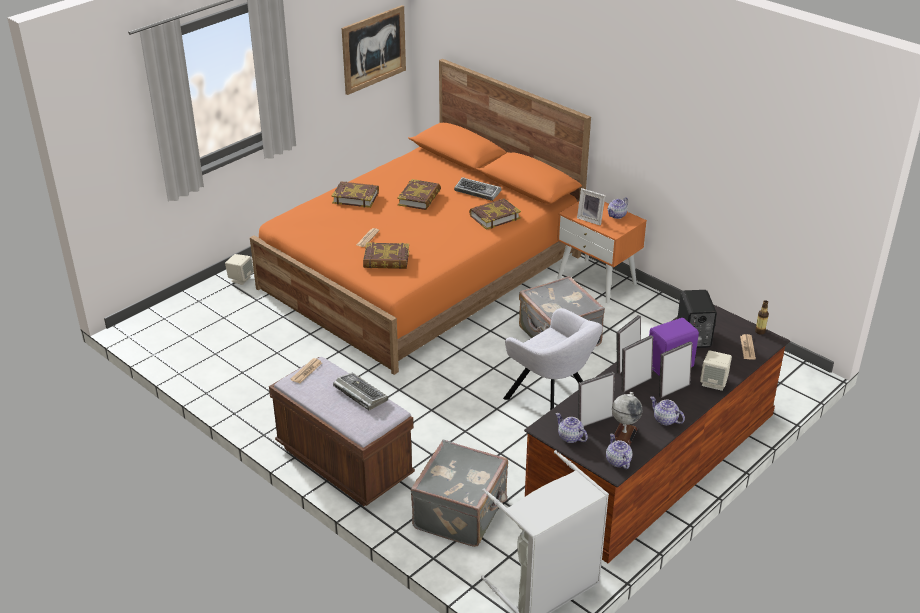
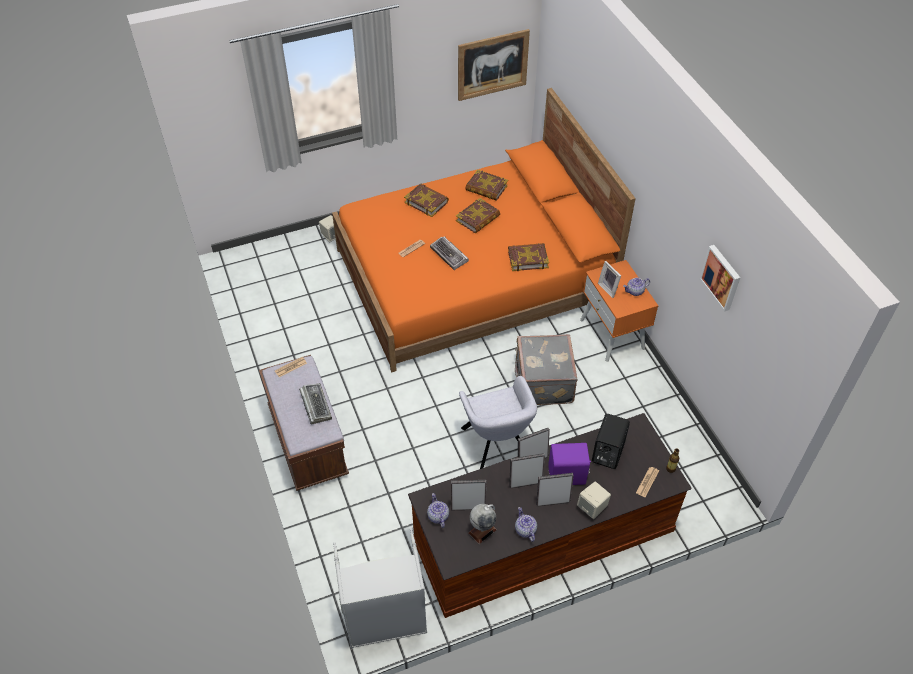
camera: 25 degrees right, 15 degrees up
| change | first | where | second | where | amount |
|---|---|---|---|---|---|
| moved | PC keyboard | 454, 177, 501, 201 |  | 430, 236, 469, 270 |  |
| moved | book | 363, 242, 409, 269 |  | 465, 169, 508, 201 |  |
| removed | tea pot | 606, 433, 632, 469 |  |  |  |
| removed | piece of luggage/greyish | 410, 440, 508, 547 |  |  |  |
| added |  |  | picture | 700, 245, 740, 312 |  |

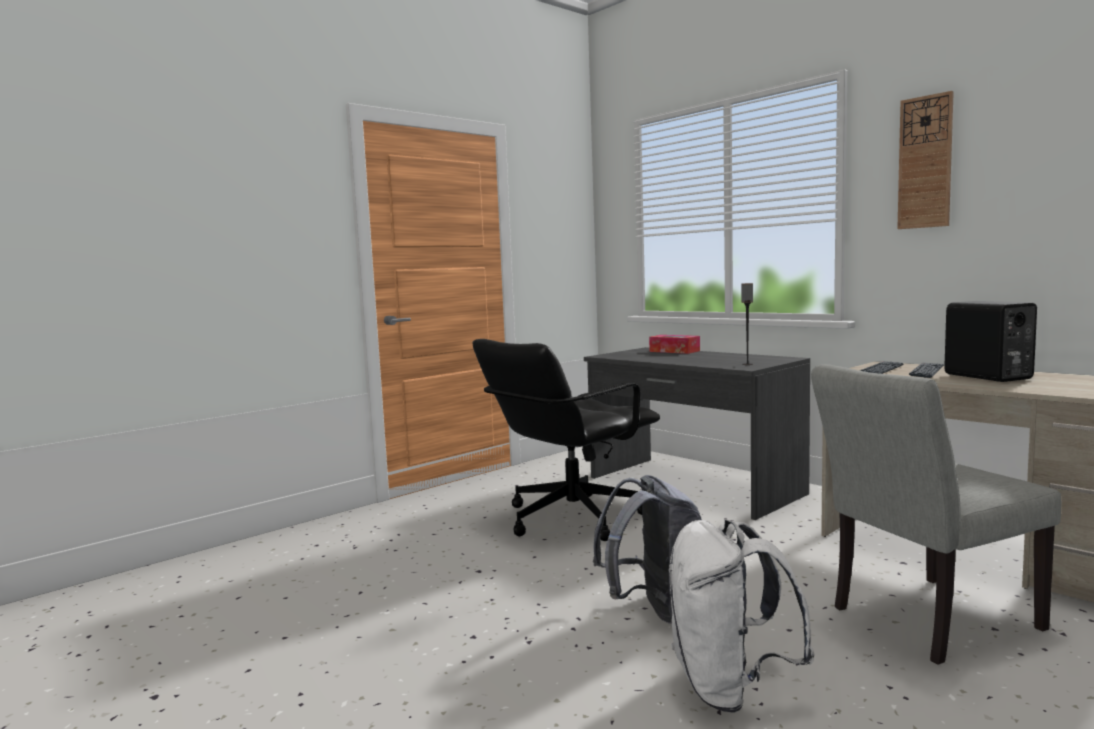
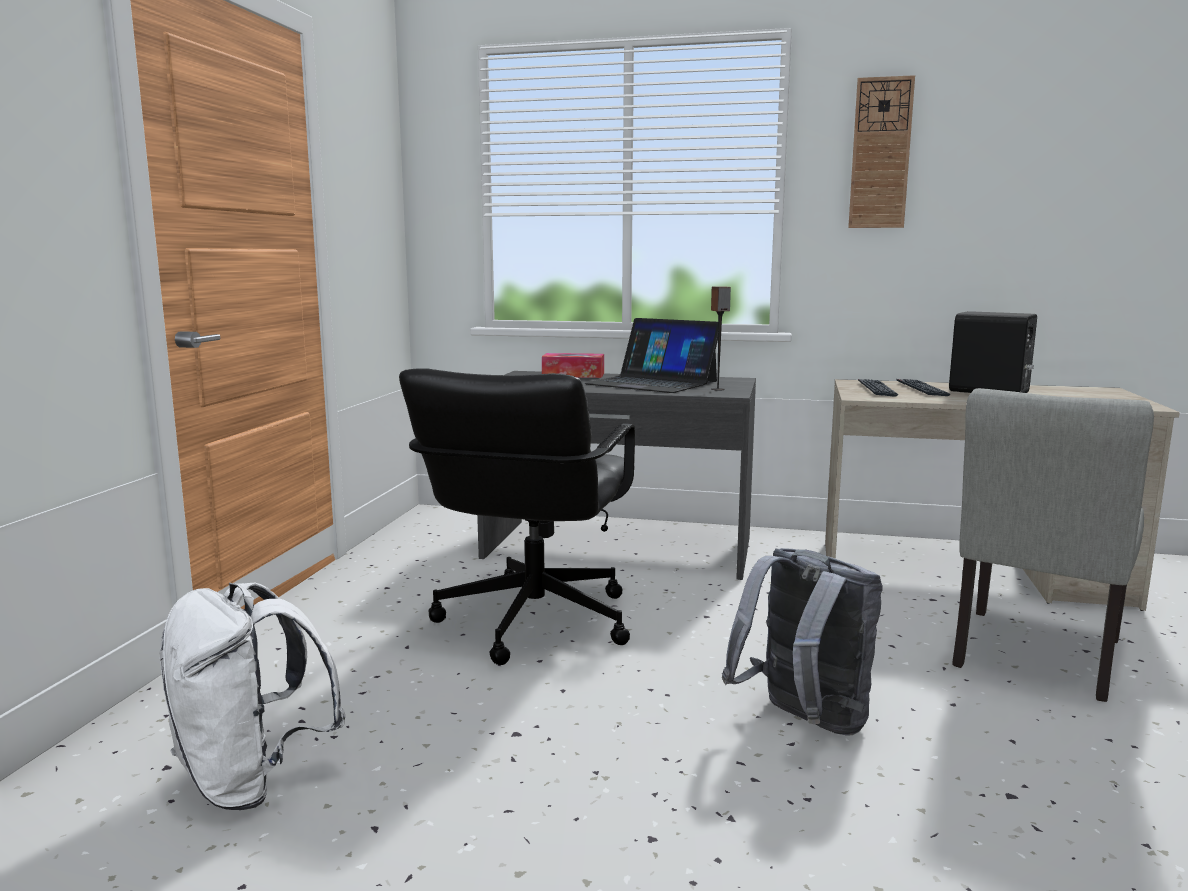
camera: 35 degrees left, 5 degrees up
| change | first | where | second | where | amount |
|---|---|---|---|---|---|
| moved | knapsack/white | 669, 519, 814, 713 |  | 159, 583, 346, 810 |  |
| added |  |  | portable computer | 584, 318, 718, 393 |  |

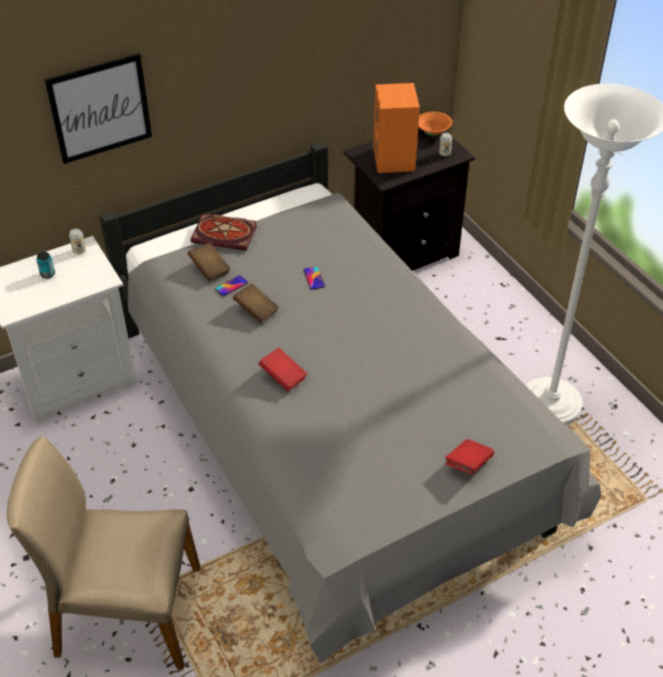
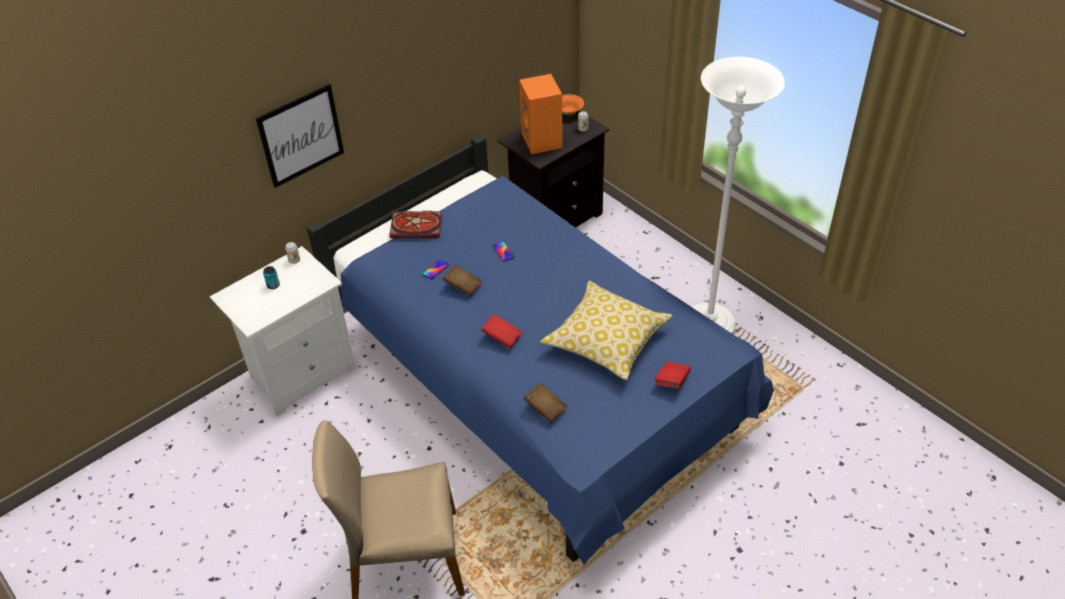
camera: 10 degrees left, 0 degrees up
| change | first | where | second | where | amount |
|---|---|---|---|---|---|
| recoloured | sleeping bed/greyish | 100, 142, 601, 663 | sleeping bed/blue | 307, 135, 774, 564 |  |
| moved | book/brown | 188, 243, 230, 281 |  | 524, 383, 568, 423 |  |
| added |  |  | pillow | 540, 281, 673, 380 |  |

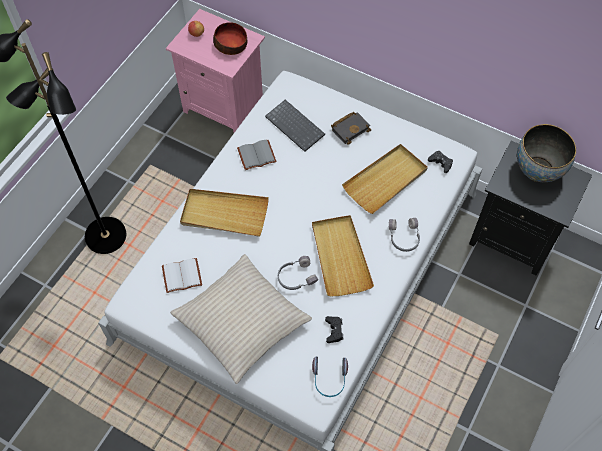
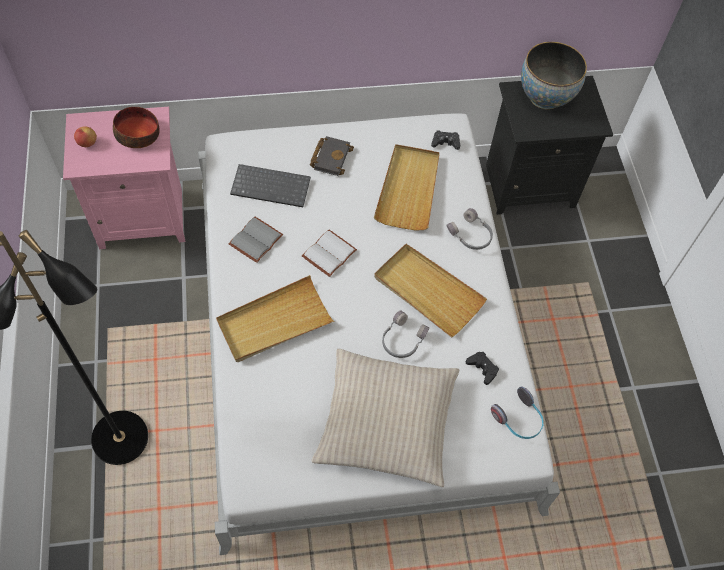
camera: 40 degrees left, 0 degrees up
| change | first | where | second | where | amount |
|---|---|---|---|---|---|
| moved | book/white | 162, 258, 202, 293 |  | 302, 230, 357, 277 |  |

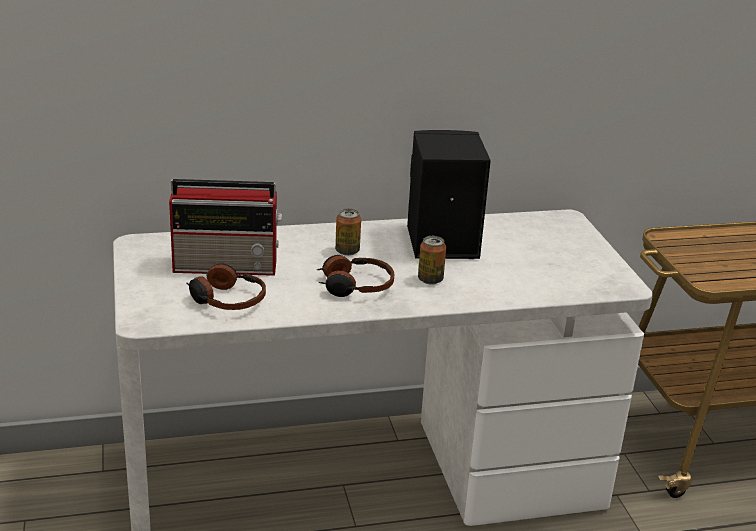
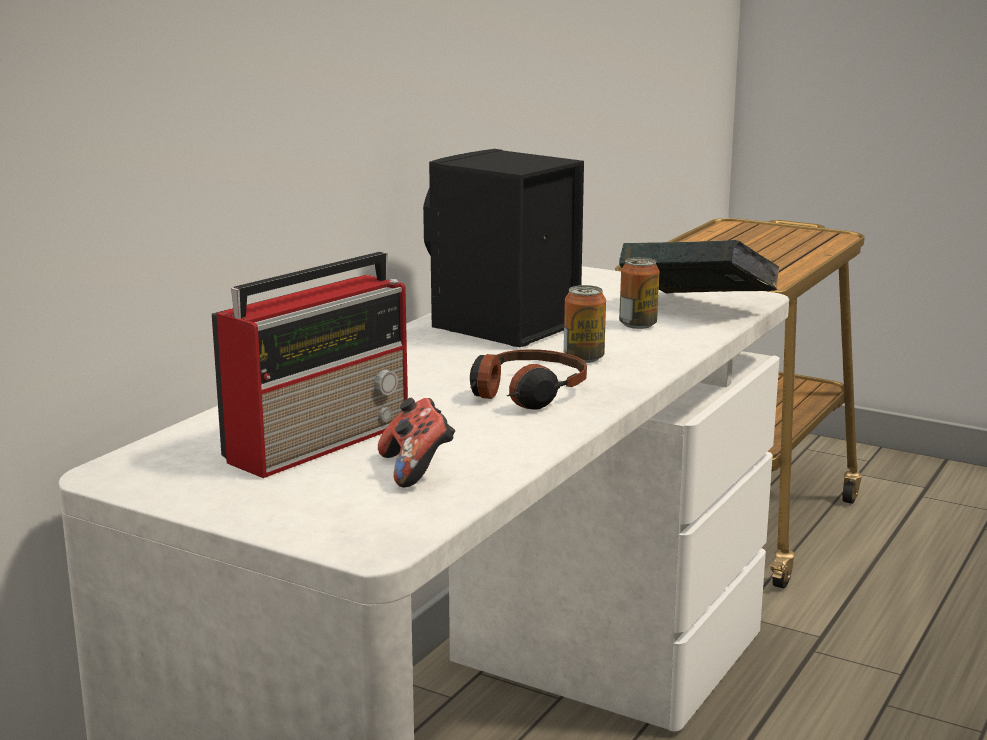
camera: 45 degrees left, 10 degrees down
| change | first | where | second | where | amount |
|---|---|---|---|---|---|
| moved | metal can | 335, 209, 361, 256 |  | 619, 257, 659, 329 |  |
| replaced | headset | 186, 263, 266, 310 | game controller | 378, 398, 455, 487 |  |
| added |  |  | book | 619, 240, 780, 294 |  |

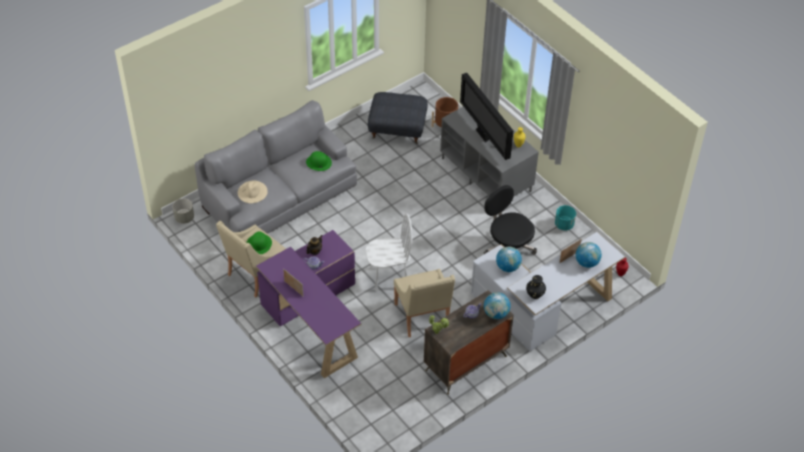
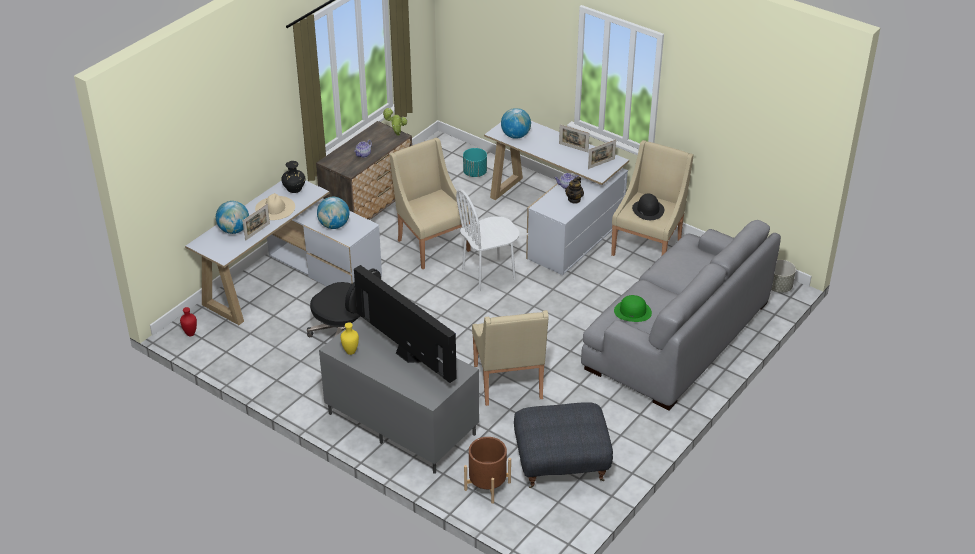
camera: 165 degrees right, 10 degrees down
| change | first | where | second | where | amount |
|---|---|---|---|---|---|
| moved | wearable hat/beige-coloured | 238, 181, 268, 203 |  | 255, 193, 295, 220 |  |
| moved | flower pot/turquoise-coloured | 555, 205, 576, 230 |  | 463, 148, 487, 177 |  |
| recoloured | desk/purple-coloured | 256, 230, 361, 378 | desk/white | 484, 121, 629, 275 |  |
| recoloured | wearable hat/green | 247, 232, 272, 254 | wearable hat/black-coloured | 632, 193, 664, 220 |  |
| moved | desk globe | 484, 292, 511, 319 |  | 501, 108, 531, 139 |  |
| added |  |  | standing frame | 588, 139, 616, 169 |  |
| added |  |  | easy chair/beige-coloured | 472, 310, 549, 406 |  |

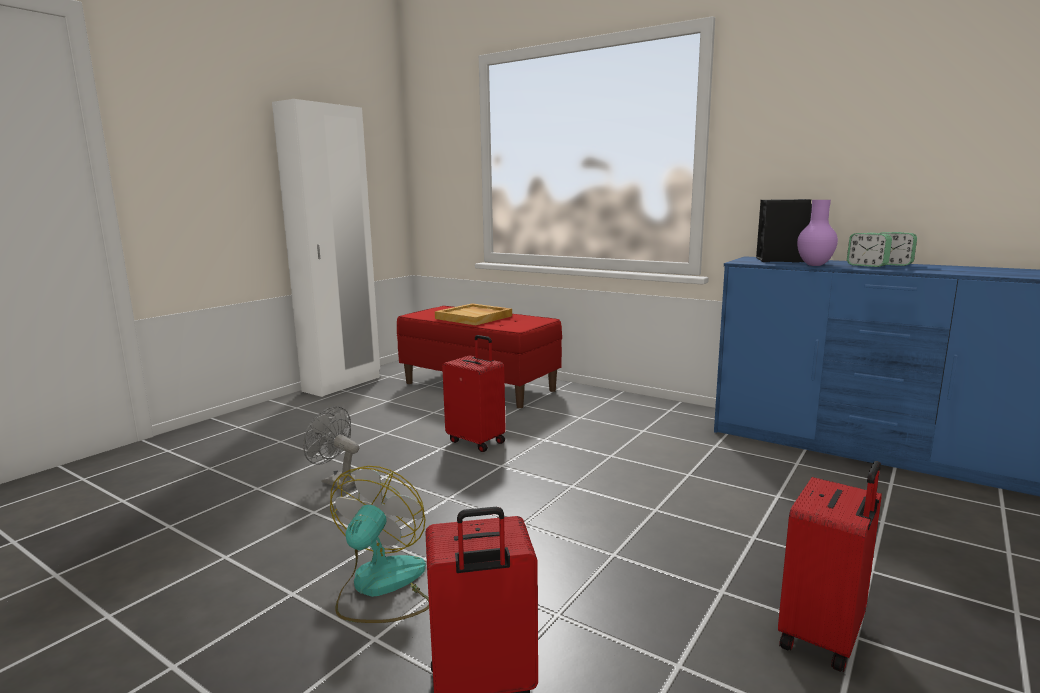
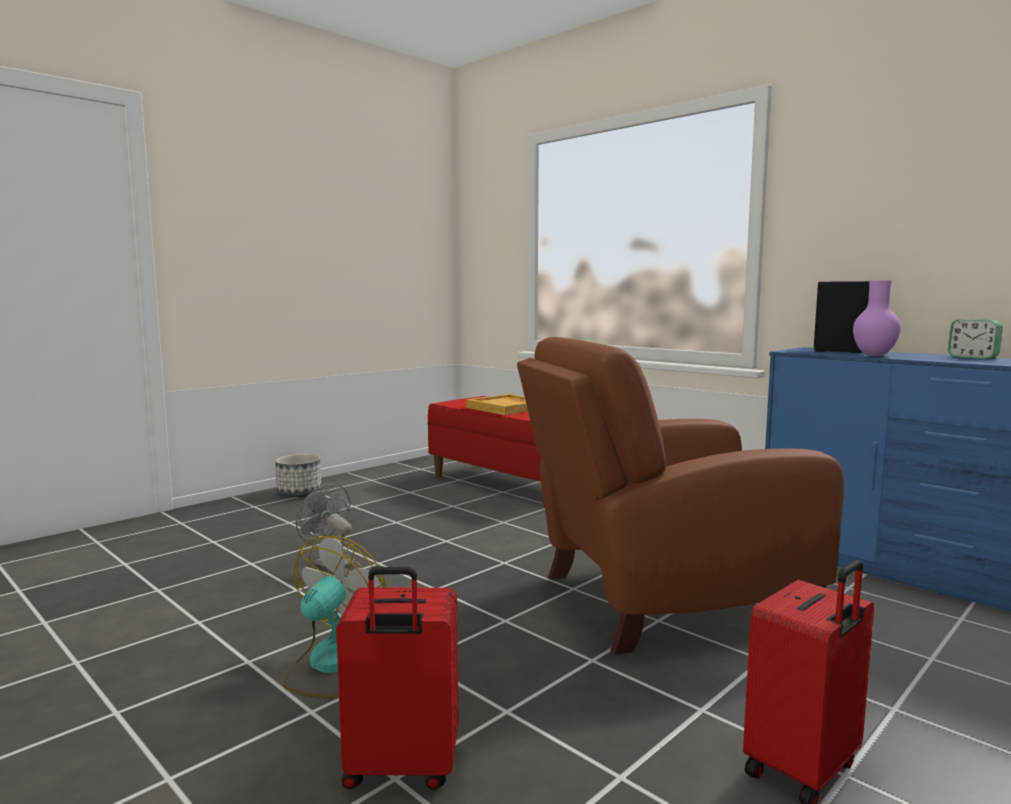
camera: 10 degrees right, 5 degrees down
| change | first | where | second | where | amount |
|---|---|---|---|---|---|
| removed | armoire/white | 272, 99, 380, 397 |  |  |  |
| removed | bedside clock | 847, 233, 892, 267 |  |  |  |
| removed | piece of luggage/red-coloured | 442, 335, 506, 452 |  |  |  |
| added |  |  | easy chair/brown | 517, 337, 844, 655 |  |
| added |  |  | flower pot | 275, 454, 321, 497 |  |

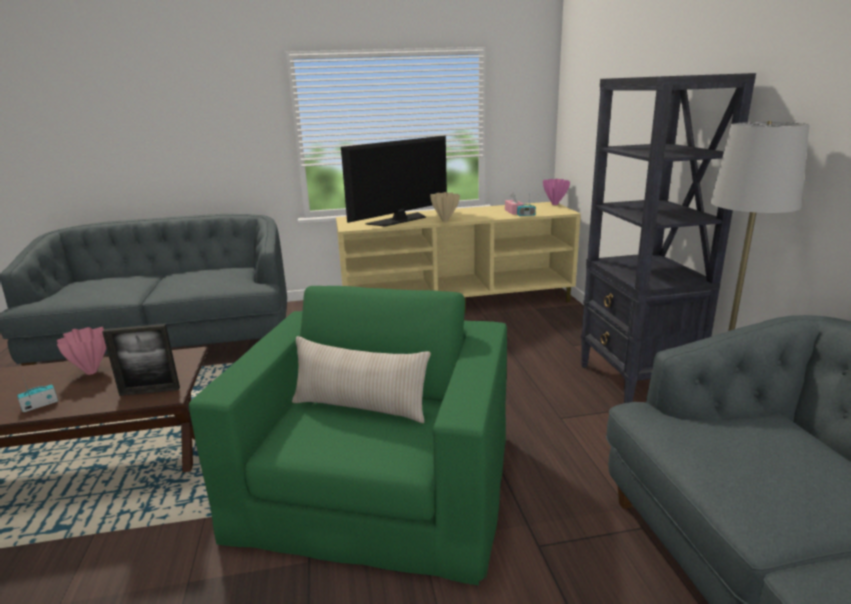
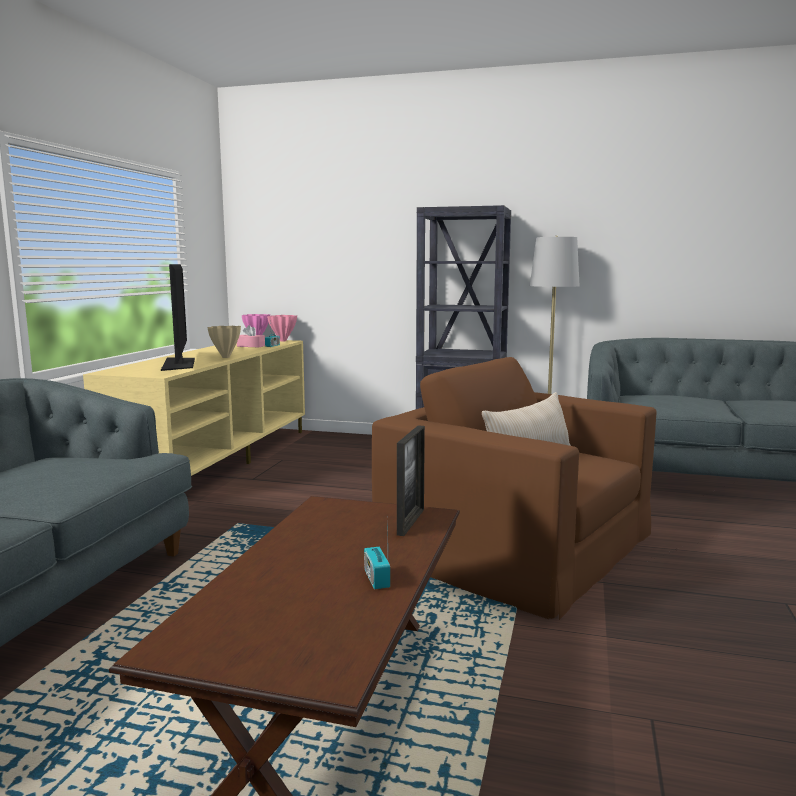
camera: 65 degrees left, 10 degrees down
| change | first | where | second | where | amount |
|---|---|---|---|---|---|
| recoloured | easy chair/green | 189, 286, 507, 586 | easy chair/brown | 372, 357, 657, 620 |  |
| moved | flower vase/pink | 57, 327, 106, 375 |  | 267, 315, 297, 341 |  |

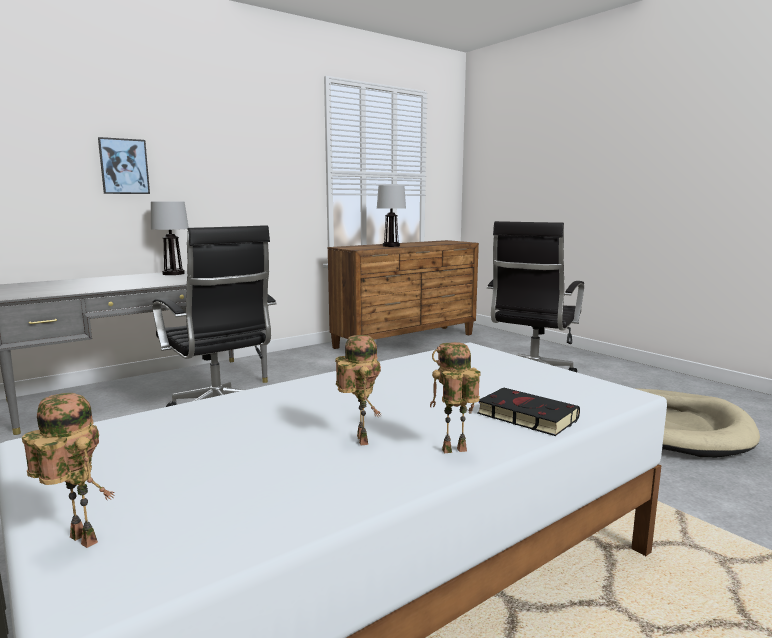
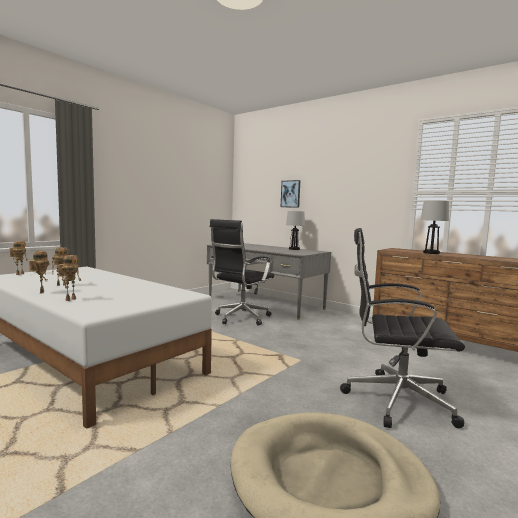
camera: 75 degrees right, 5 degrees down
| change | first | where | second | where | amount |
|---|---|---|---|---|---|
| replaced | book/black-coloured | 477, 388, 580, 436 | model robot | 58, 255, 81, 301 |  |

